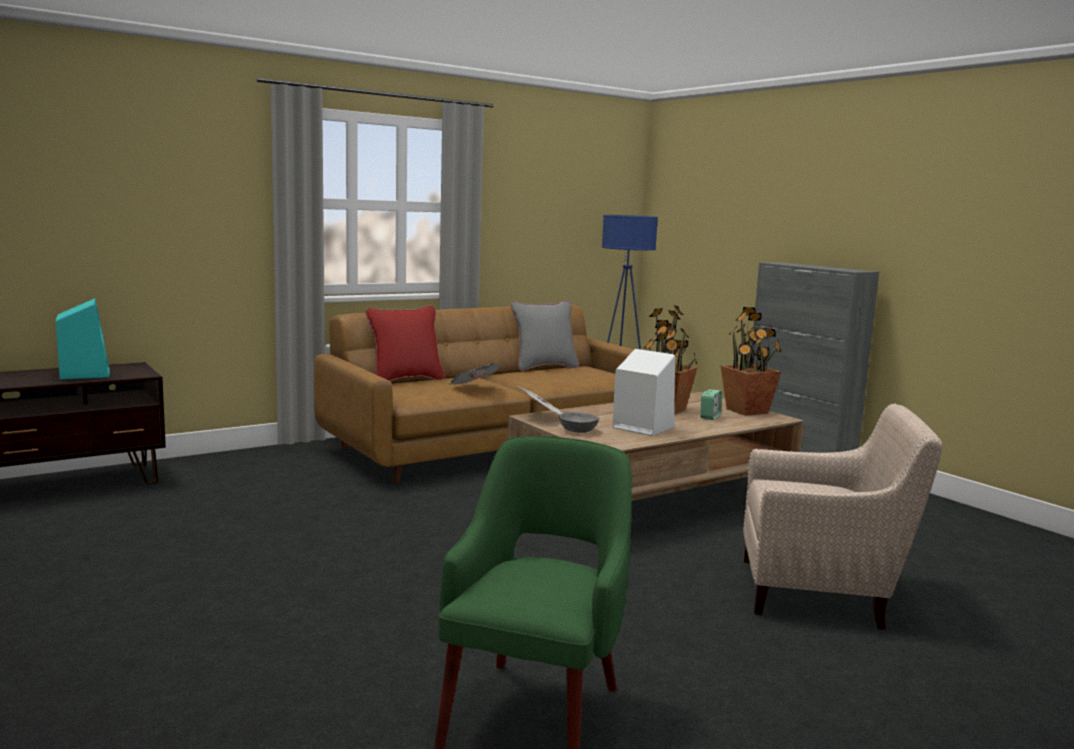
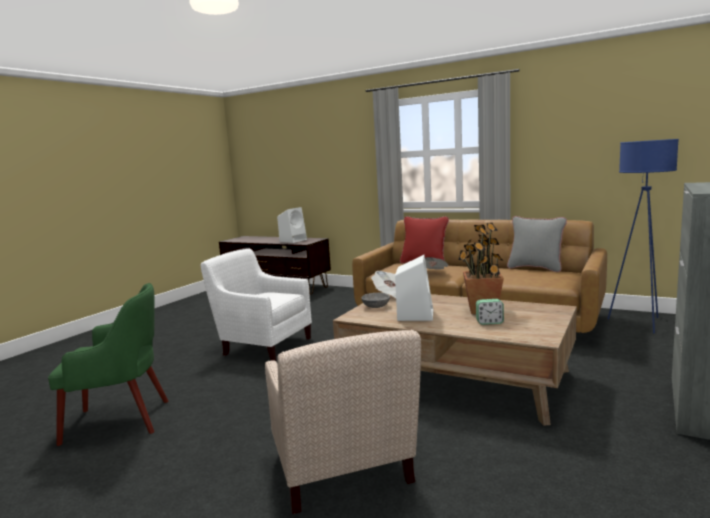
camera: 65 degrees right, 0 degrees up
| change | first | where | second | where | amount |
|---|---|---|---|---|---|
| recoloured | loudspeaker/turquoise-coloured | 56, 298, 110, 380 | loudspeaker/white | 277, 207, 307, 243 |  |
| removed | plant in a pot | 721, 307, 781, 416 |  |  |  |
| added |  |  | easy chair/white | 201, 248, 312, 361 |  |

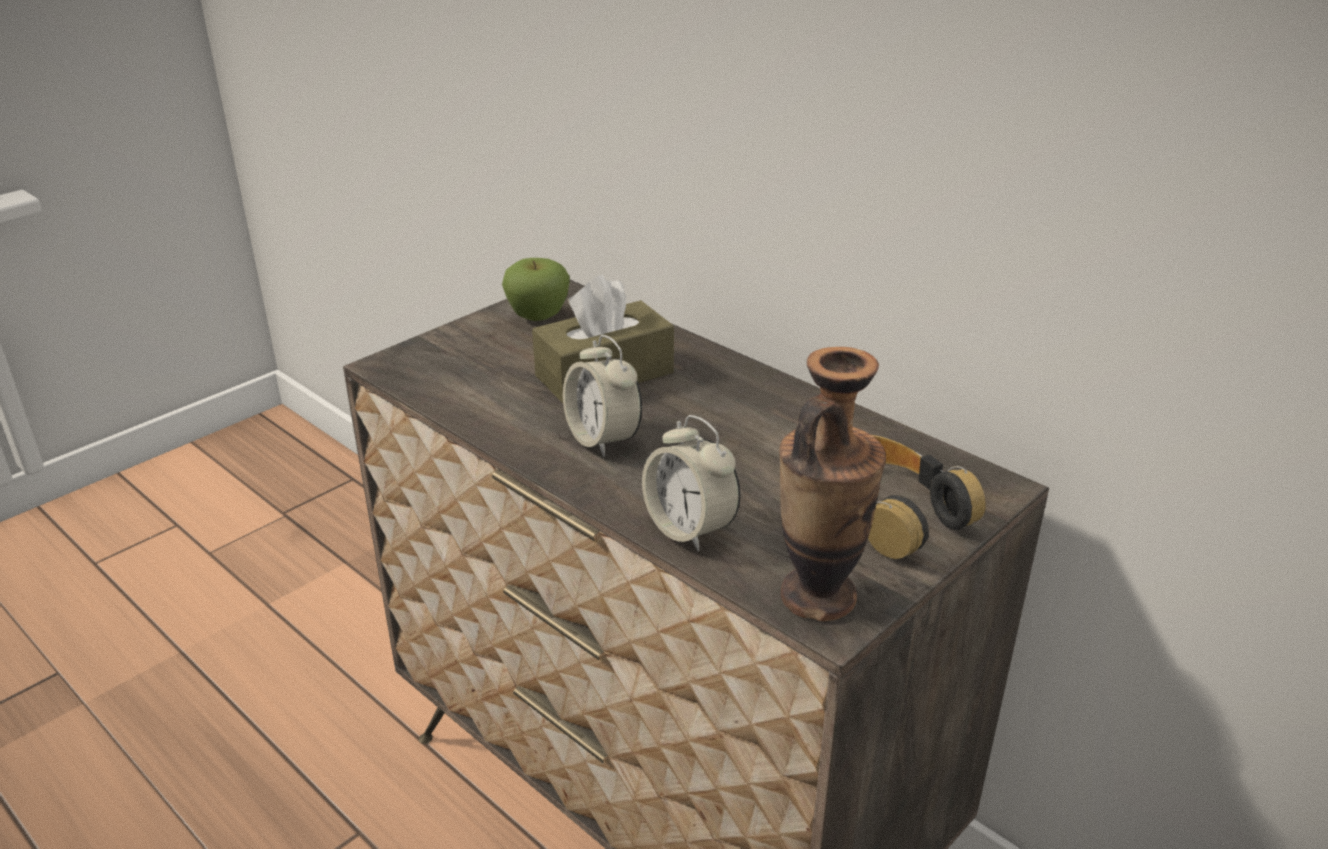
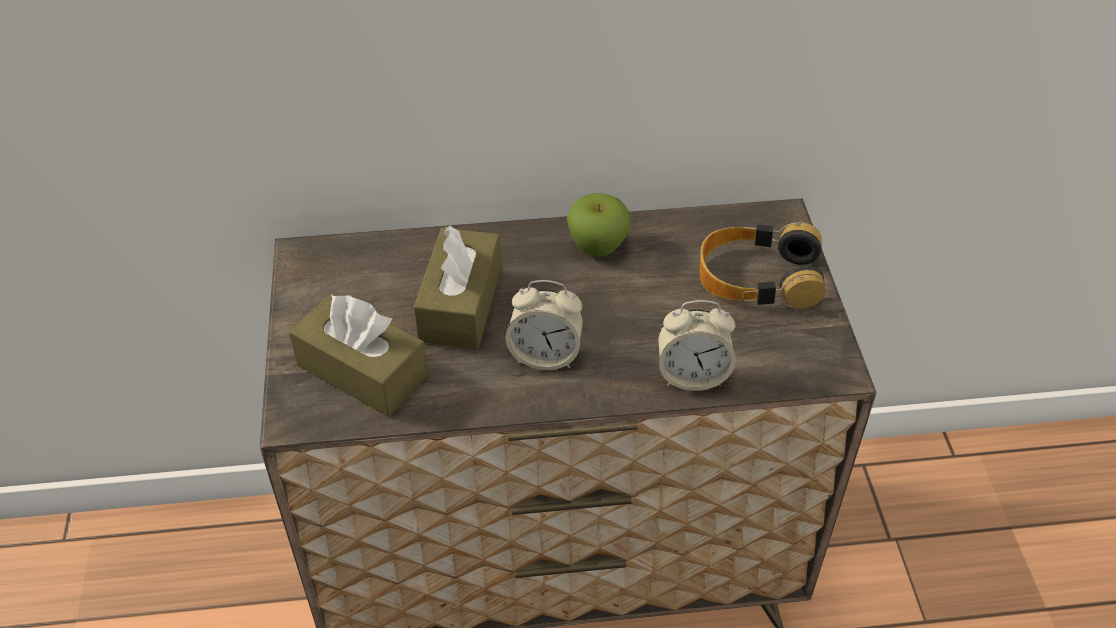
camera: 50 degrees left, 15 degrees up
| change | first | where | second | where | amount |
|---|---|---|---|---|---|
| moved | apple | 502, 258, 570, 321 |  | 567, 193, 631, 257 |  |
| removed | flower vase | 779, 347, 886, 621 |  |  |  |
| added |  |  | tissue box/brown | 289, 293, 428, 416 |  |

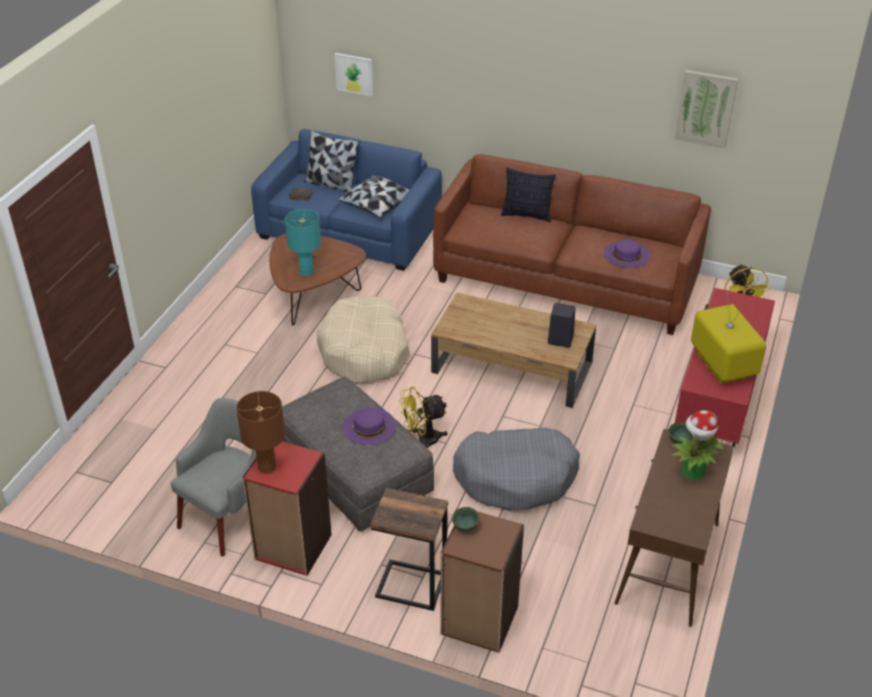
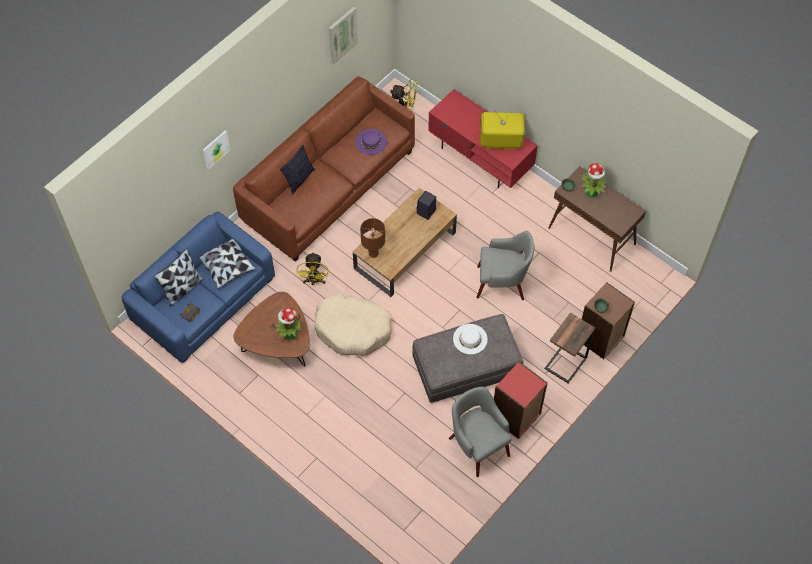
camera: 70 degrees left, 20 degrees up
| change | first | where | second | where | amount |
|---|---|---|---|---|---|
| moved | picture | 335, 53, 373, 96 |  | 203, 130, 230, 169 |  |
| replaced | tabletop lamp/turquoise-coloured | 285, 209, 321, 276 | plant in a pot | 275, 308, 302, 340 |  |
| moved | electric fan/yellow-coloured | 399, 387, 447, 448 |  | 296, 253, 329, 285 |  |
| moved | tabletop lamp/brown | 236, 391, 285, 474 |  | 360, 218, 385, 258 |  |
| recoloured | wearable hat/purple-coloured | 343, 408, 396, 445 | wearable hat/white | 453, 324, 488, 354 |  |
| replaced | dog bed/greyish | 453, 428, 580, 511 | easy chair/greyish | 476, 231, 535, 300 |  |

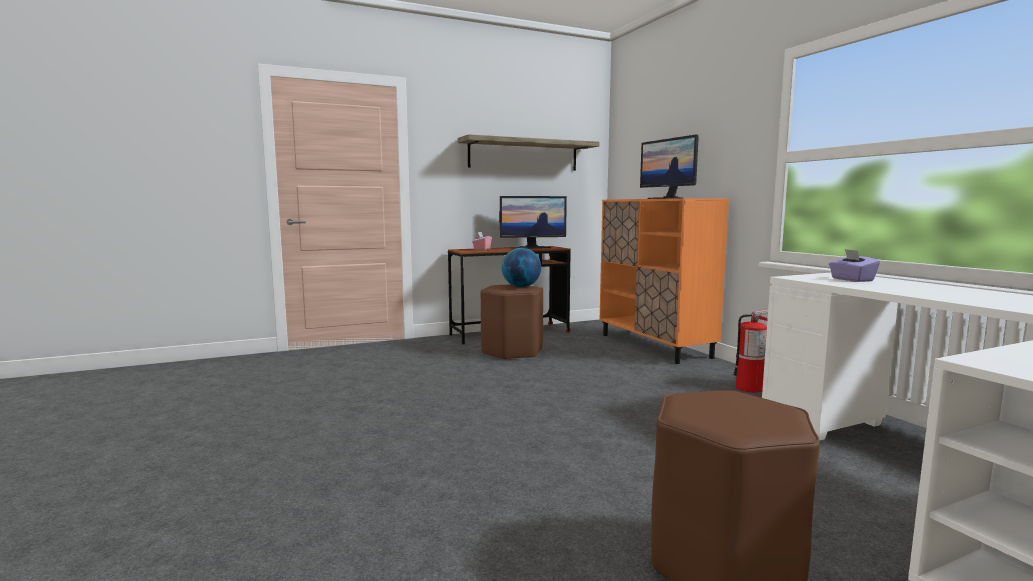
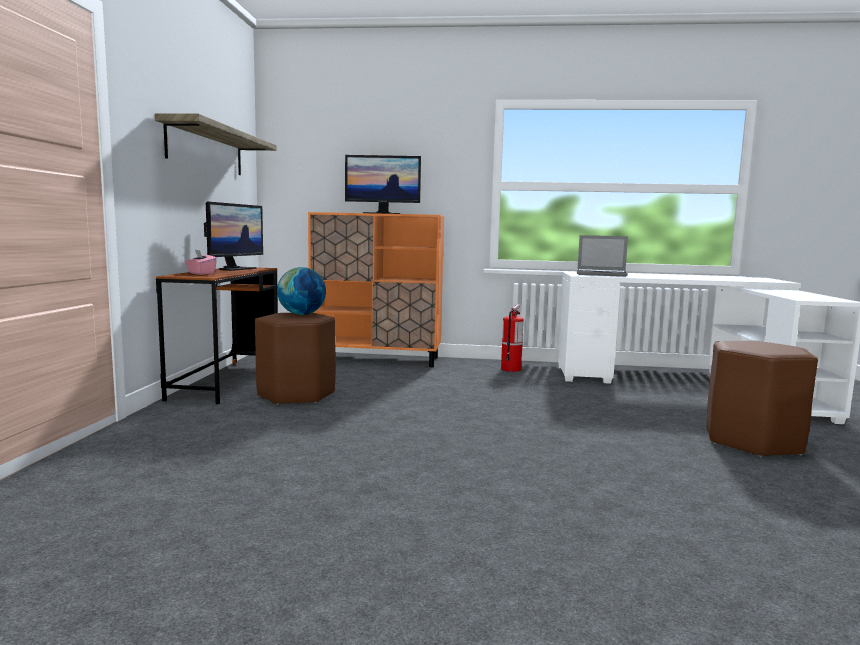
camera: 60 degrees left, 0 degrees up
| change | first | where | second | where | amount |
|---|---|---|---|---|---|
| replaced | tissue box/purple-coloured | 829, 249, 880, 282 | portable computer | 577, 235, 628, 277 |  |

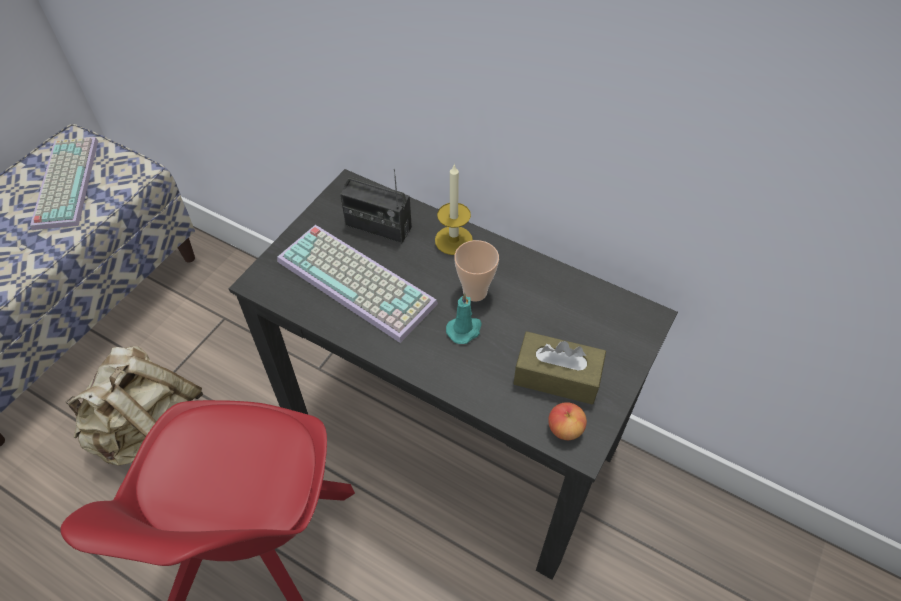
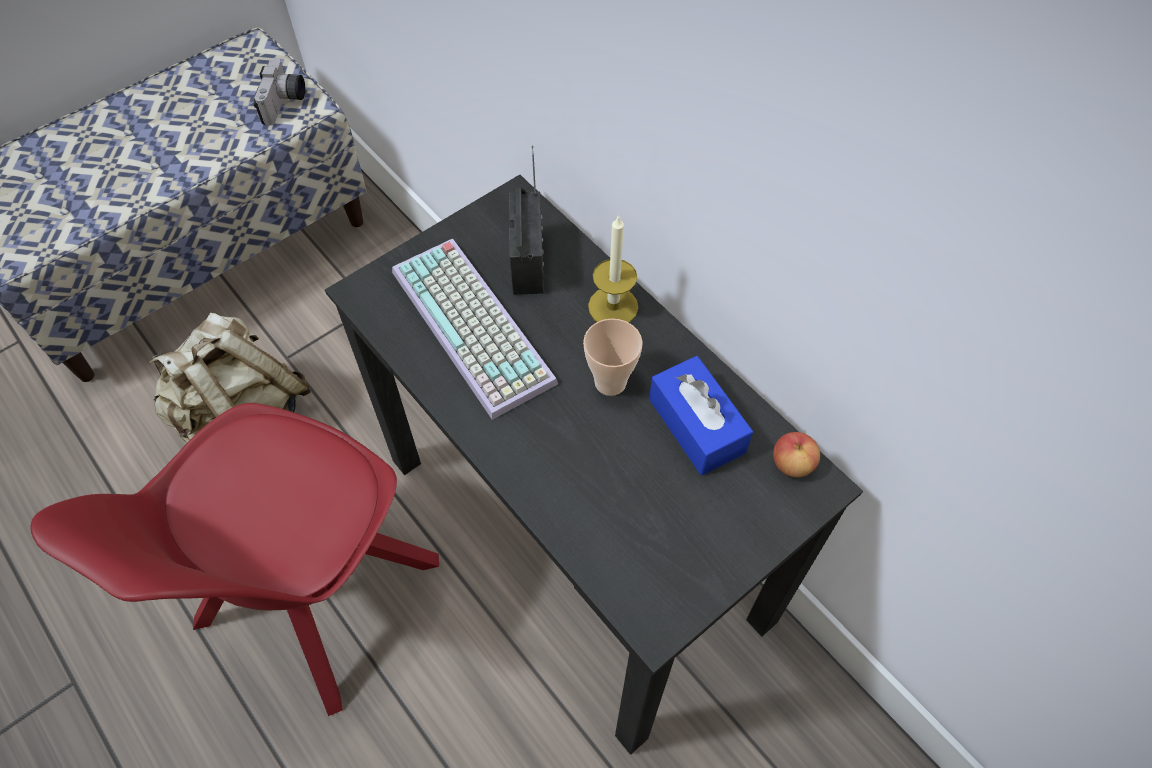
camera: 20 degrees right, 5 degrees up
| change | first | where | second | where | amount |
|---|---|---|---|---|---|
| removed | PC keyboard | 30, 137, 98, 230 |  |  |  |
| turned | radio set | 340, 169, 412, 243 |  | 509, 145, 544, 295 | 135 degrees counterclockwise |
| removed | wax light/turquoise-coloured | 446, 293, 482, 344 |  |  |  |
| removed | tissue box/brown | 513, 331, 606, 405 |  |  |  |
| moved | apple | 548, 402, 587, 440 |  | 773, 432, 820, 477 |  |
| added |  |  | still camera | 254, 58, 305, 126 |  |
| added |  |  | tissue box/blue | 649, 356, 753, 476 |  |

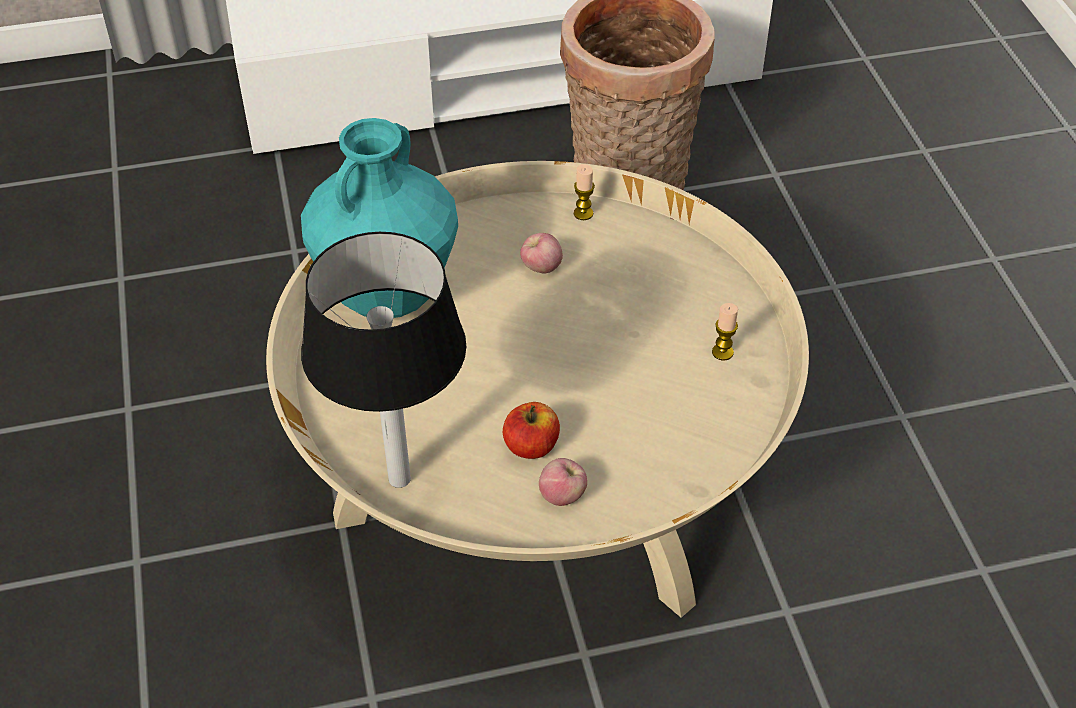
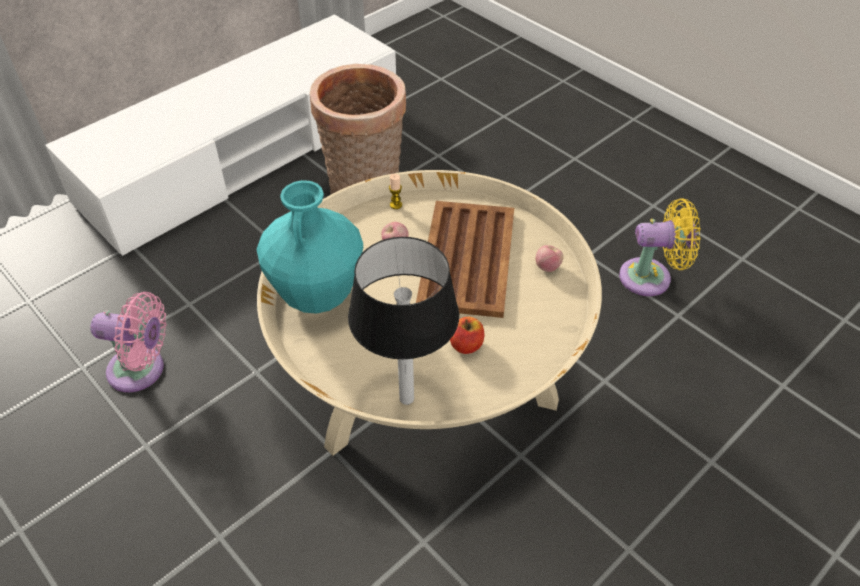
camera: 30 degrees left, 0 degrees up
| change | first | where | second | where | amount |
|---|---|---|---|---|---|
| removed | wax light | 712, 303, 738, 361 |  |  |  |
| moved | apple | 539, 458, 587, 506 |  | 536, 245, 563, 272 |  |
| added |  |  | electric fan/yellow-coloured | 619, 198, 701, 296 |  |
| added |  |  | carrying tray/brown | 416, 201, 514, 318 |  |
| added |  |  | electric fan/pink | 90, 292, 167, 392 |  |

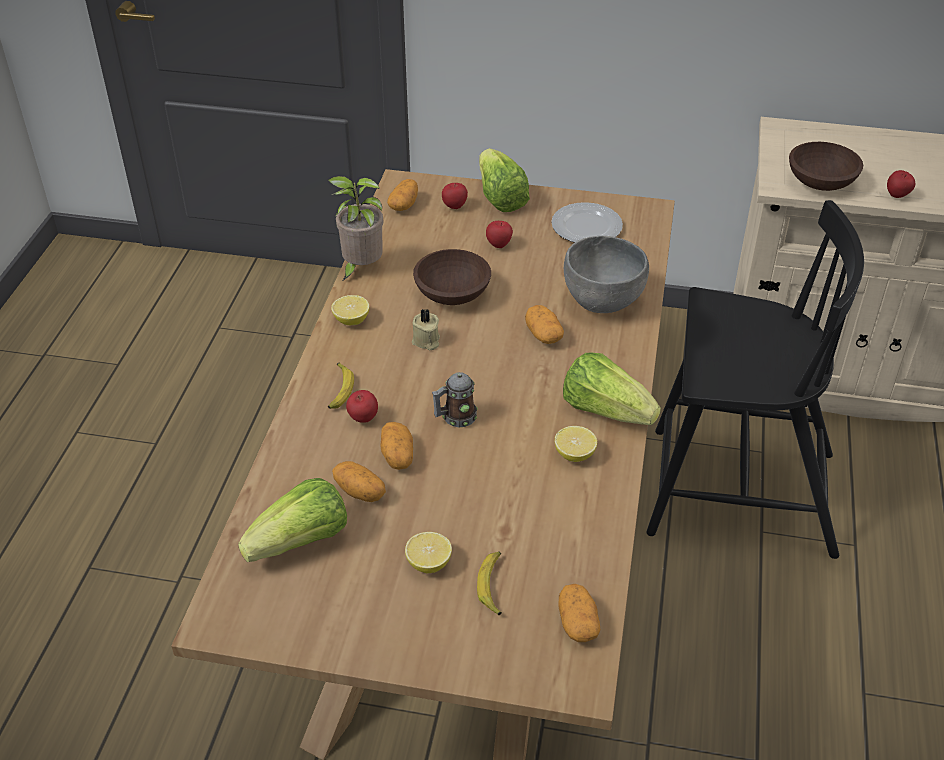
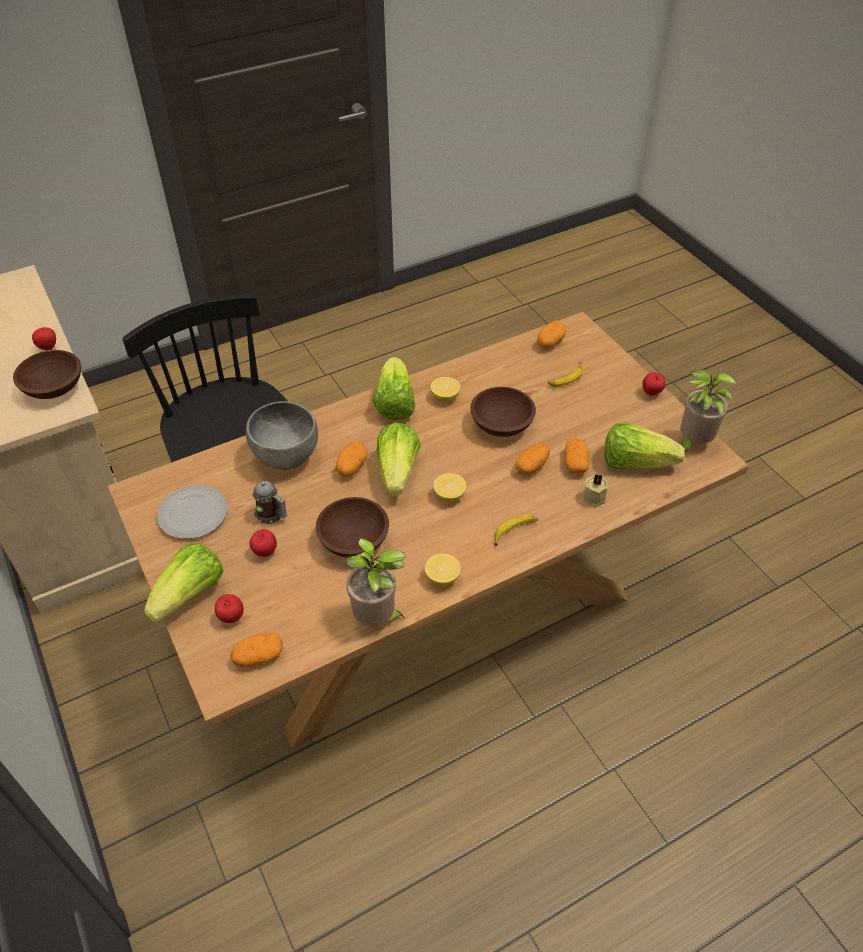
camera: 130 degrees left, 5 degrees up
| change | first | where | second | where | amount |
|---|---|---|---|---|---|
| moved | wax light/beige-coloured | 412, 309, 440, 350 |  | 582, 474, 608, 507 |  |
| moved | tea mug | 432, 372, 478, 427 |  | 252, 481, 287, 524 |  |
| moved | apple | 346, 390, 378, 423 |  | 642, 372, 666, 395 |  |
| moved | citrus fruit | 405, 532, 452, 573 |  | 433, 473, 466, 502 |  |
| added |  |  | plant in a pot | 680, 370, 736, 451 |  |
| added |  |  | deep dish/brown | 470, 387, 536, 437 |  |
| added |  |  | lettuce head | 376, 422, 421, 496 |  |

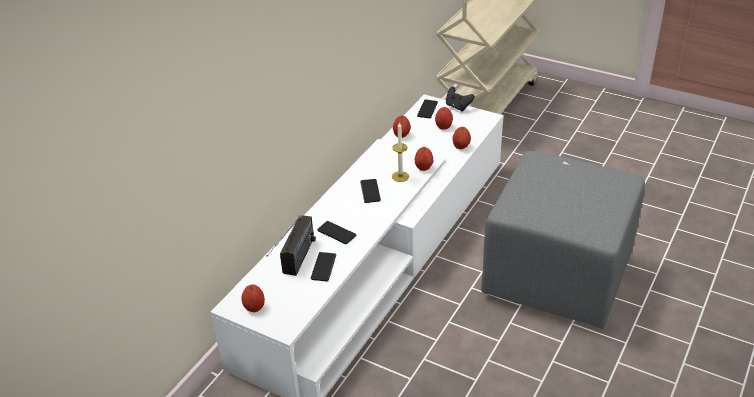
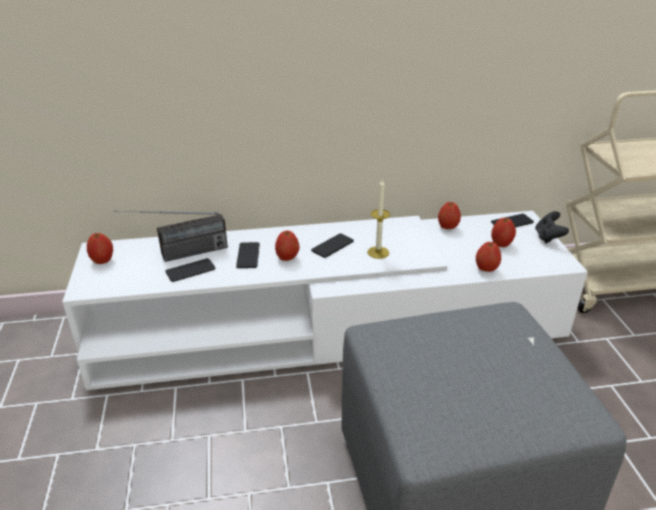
camera: 50 degrees right, 5 degrees down
| change | first | where | second | where | amount |
|---|---|---|---|---|---|
| moved | apple | 415, 147, 433, 171 |  | 275, 230, 300, 261 |  |

